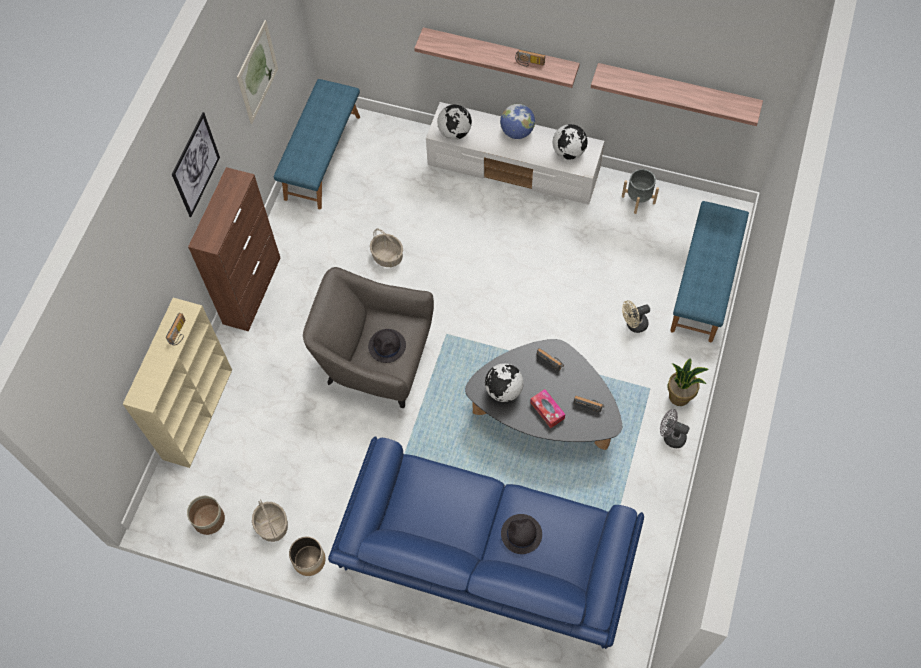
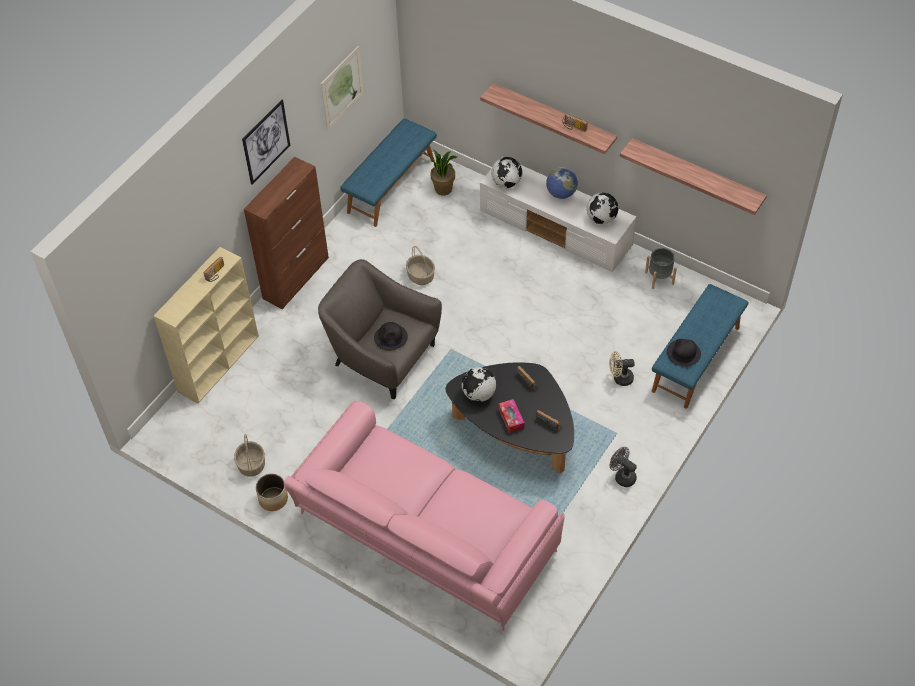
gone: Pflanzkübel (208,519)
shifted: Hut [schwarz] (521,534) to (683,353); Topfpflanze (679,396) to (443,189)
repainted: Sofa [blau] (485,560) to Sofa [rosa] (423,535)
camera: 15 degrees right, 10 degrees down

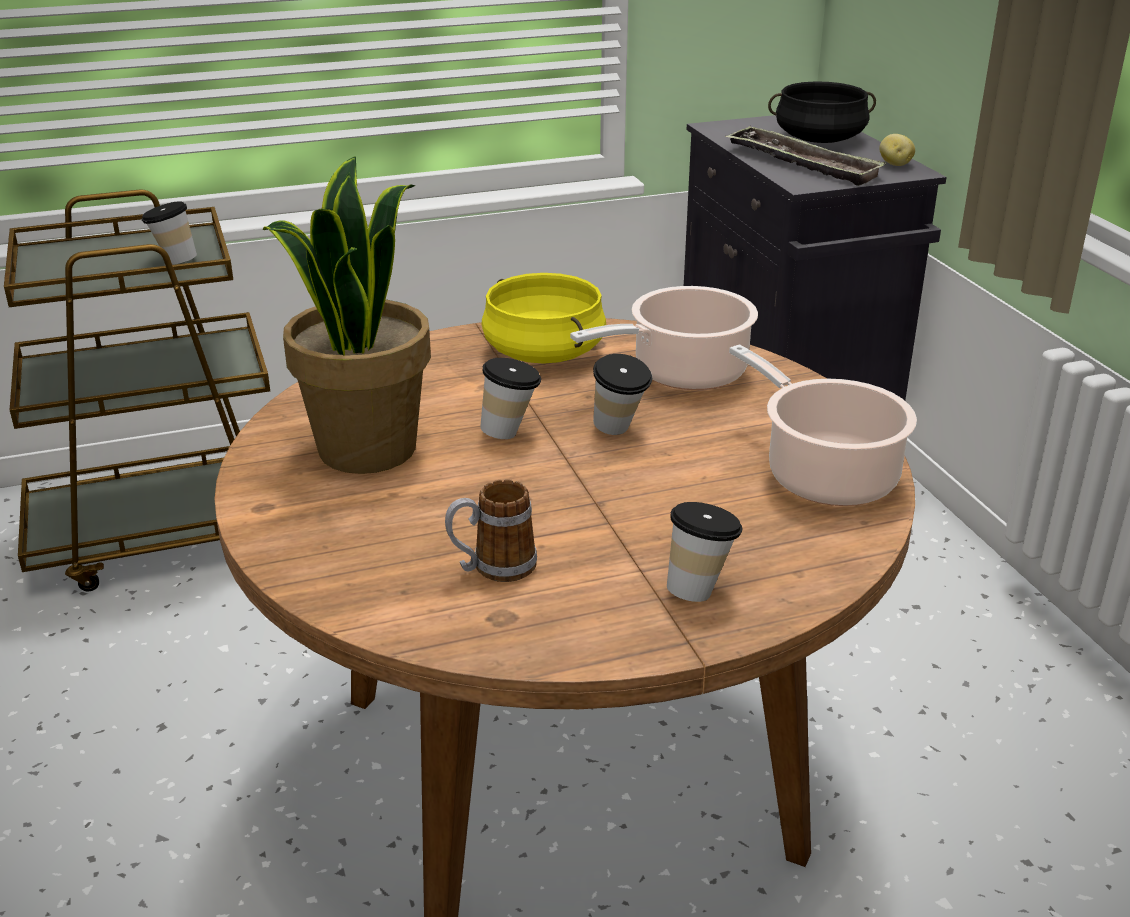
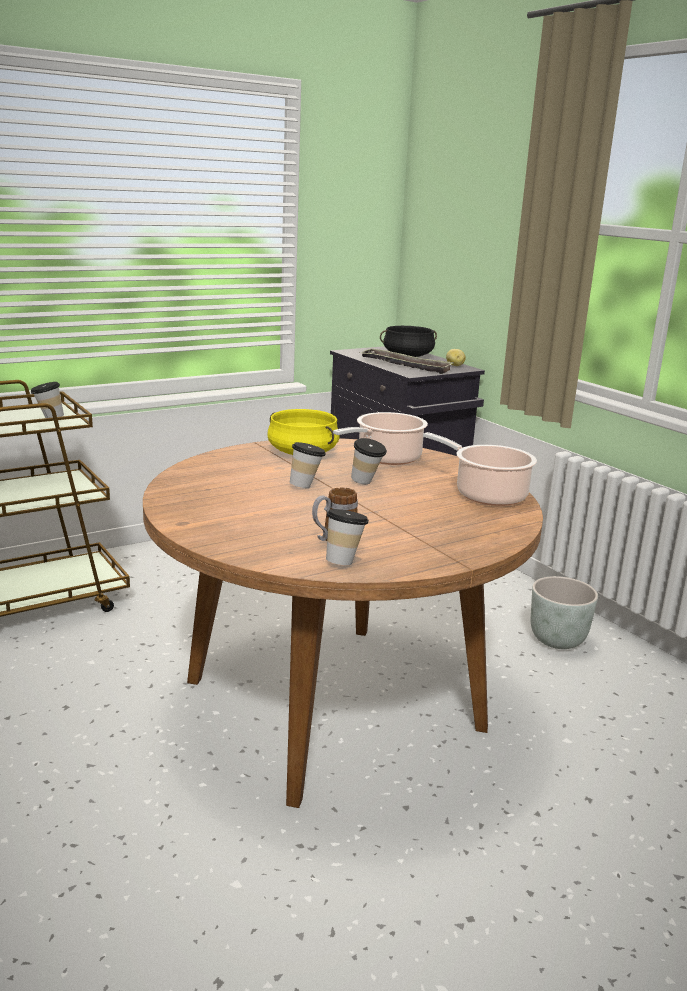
gone: Topfpflanze (365,448)
new: Pflanzkübel [grau] (558,641)
shifted: Tasse (699,589) to (344,561)
camera: 15 degrees left, 10 degrees down

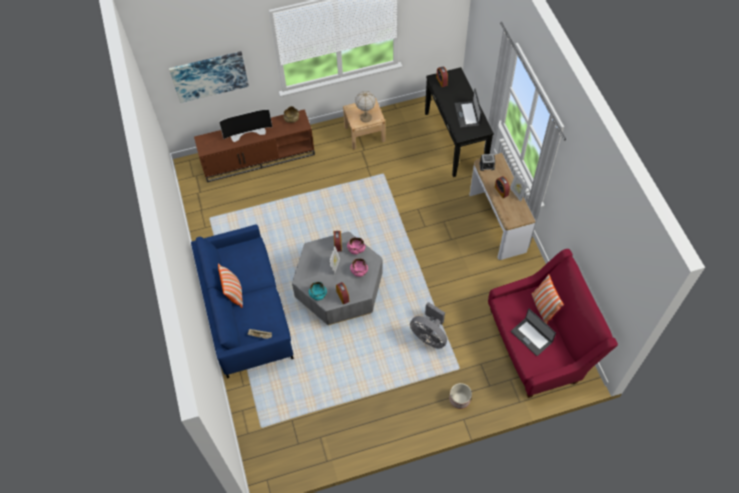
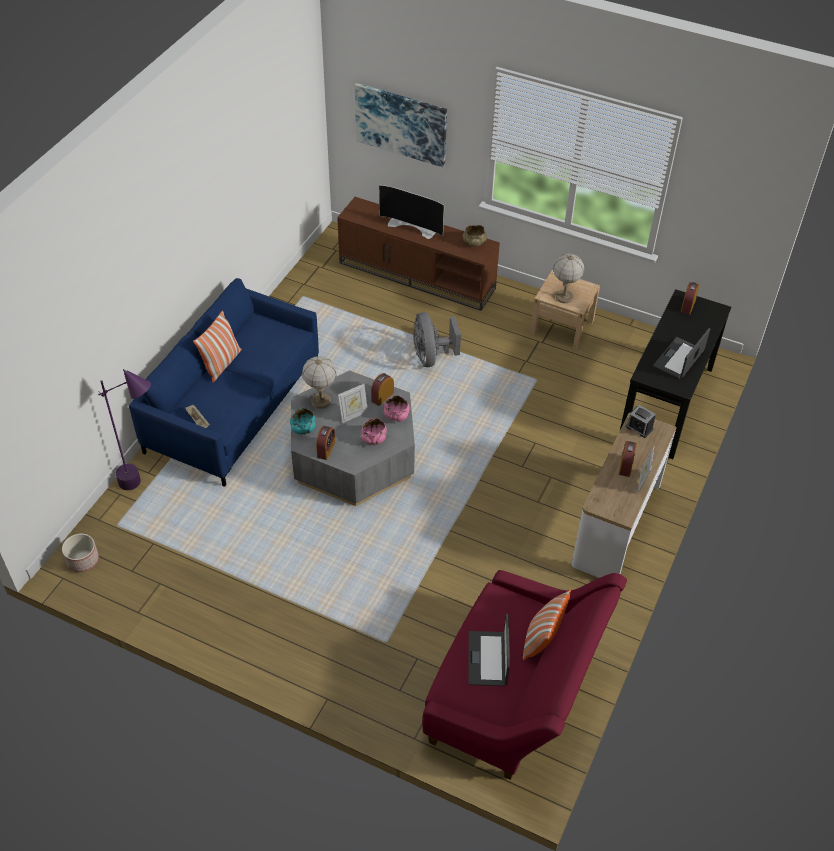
new: Stehlampe [lila] (146,486); Tischlampe (321,401)
shifted: Ventilator [grau] (429,336) to (431,356); Pflanzkübel (459,399) to (82,560)
camera: 40 degrees right, 10 degrees down

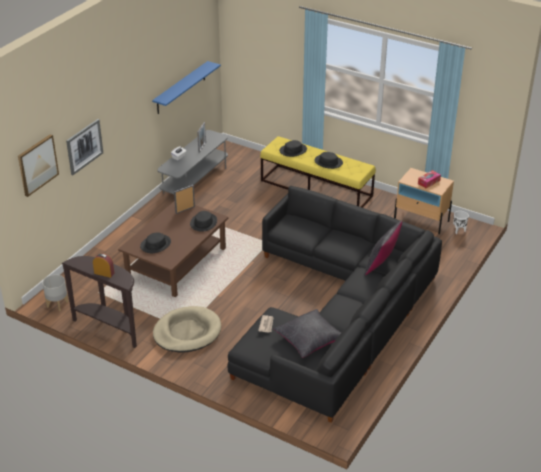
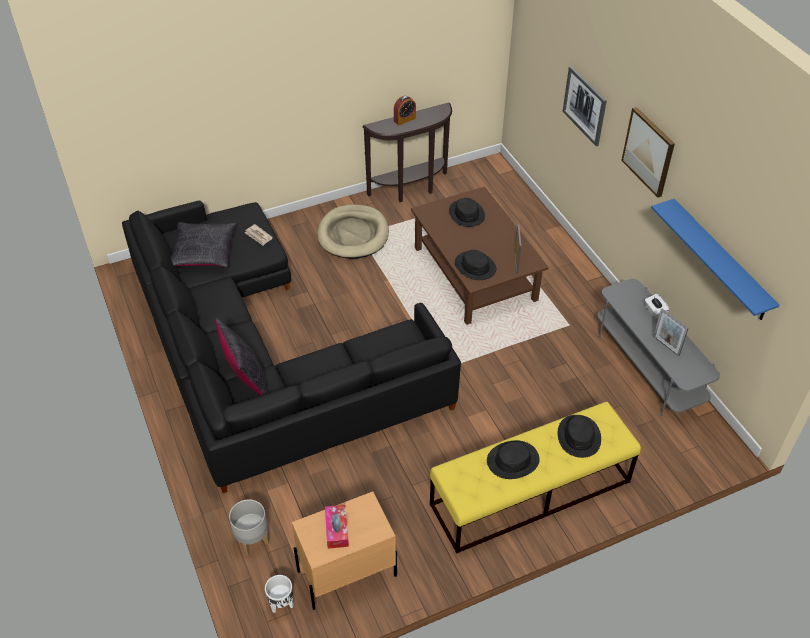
shifted: Bild (37,164) to (649,151); Pflanzkübel [grau] (57,304) to (252,539)
camera: 125 degrees right, 10 degrees up

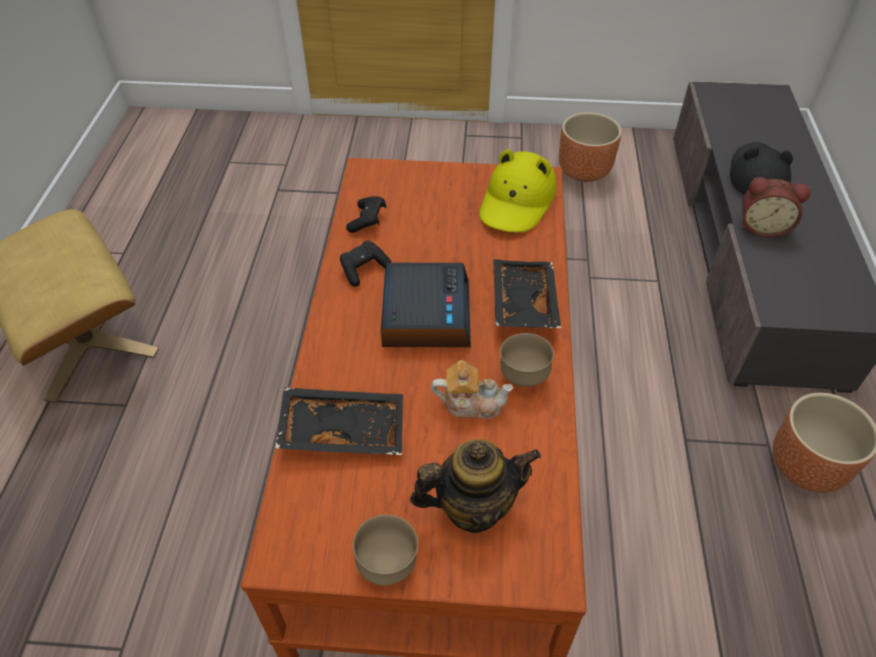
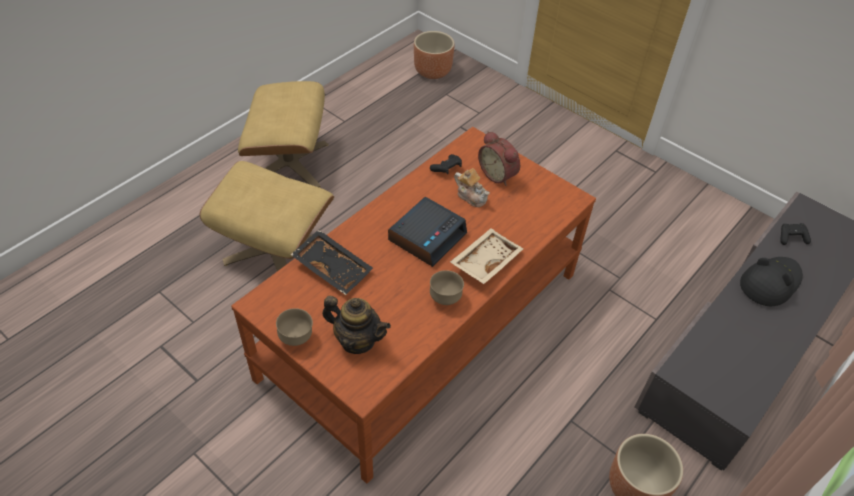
gone: Hut [gelb] (517,202)
new: Polsterhocker [beige] (276,249)
shifted: Gamepad [schwarz] (364,269) to (791,238); Teekanne (471,403) to (471,196); Pflanzkübel [braun] (583,171) to (432,72); Wecker (762,226) to (498,174)
repainted: Tablett [schwarz] (521,303) to Tablett [beige] (485,261)
camera: 35 degrees right, 0 degrees up

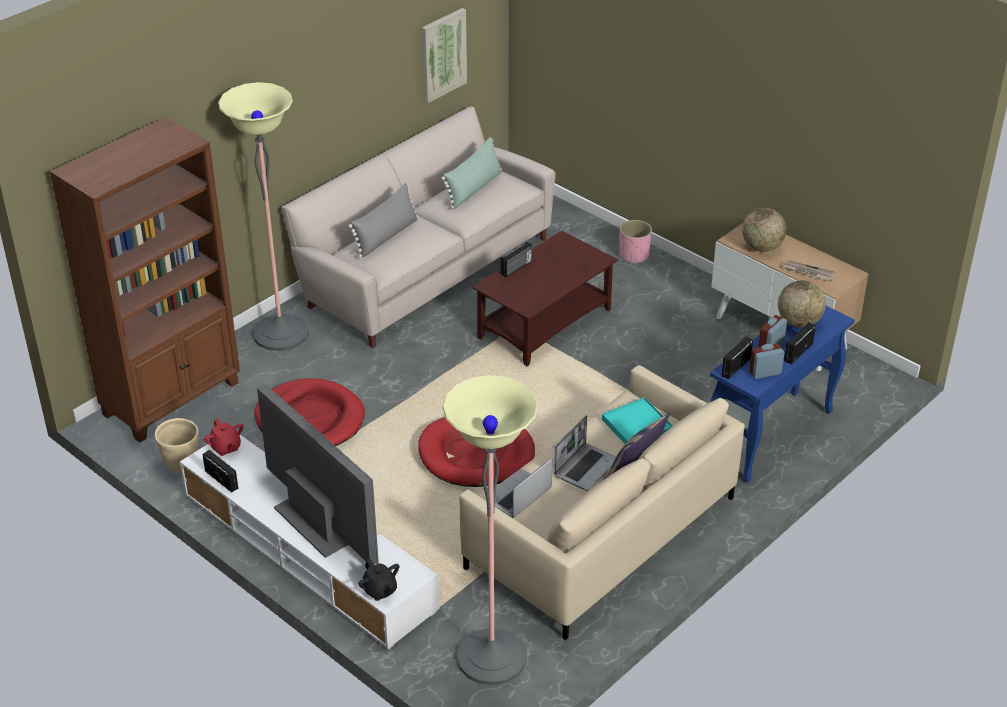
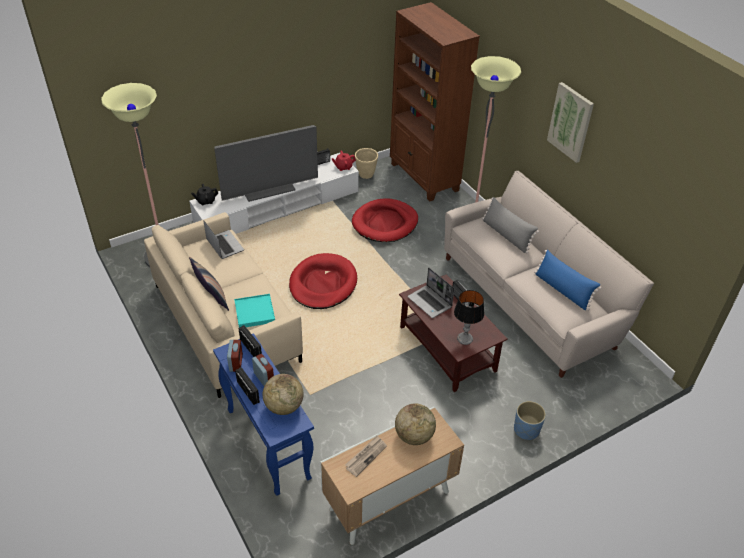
new: Tischlampe (465,339)
shifted: Bild (443,55) to (570,122); Laptop (585,467) to (430,302)
repainted: Kissen [grün] (474,188) to Kissen [blau] (562,290); Pflanzkübel [rosa] (634,255) to Pflanzkübel [blau] (526,430)
camera: 105 degrees right, 5 degrees up

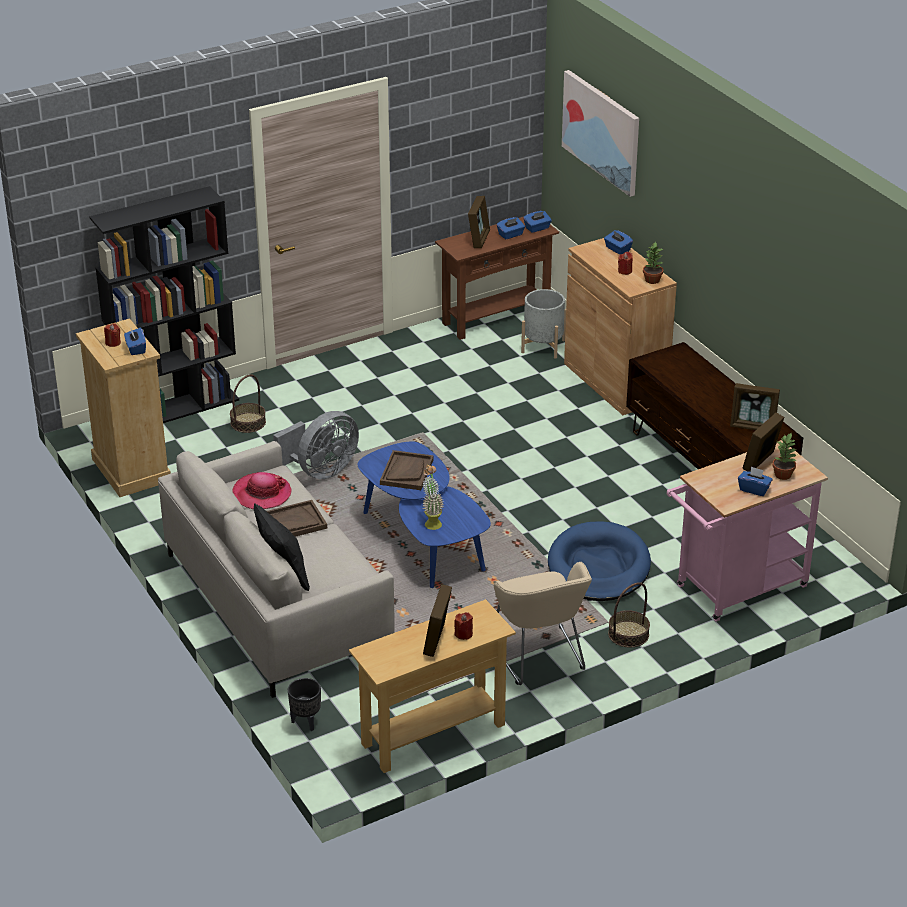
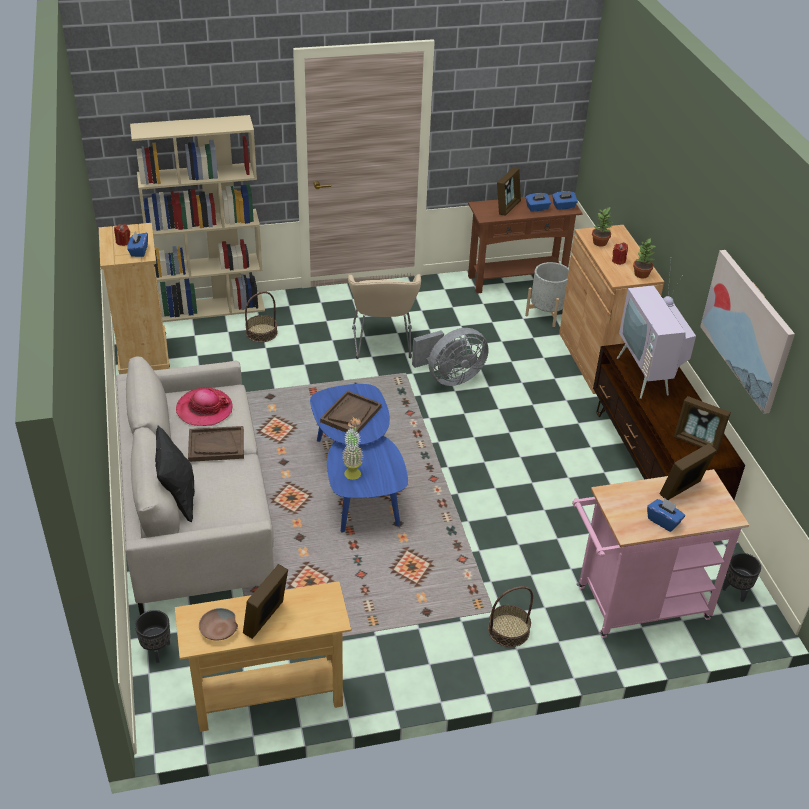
gone: Kerze [rot] (463,634); Hundebett [blau] (598,567); Taschentuchbox [blau] (617,249)
new: Schüssel [braun] (219,630); Fernseher (648,375); Pflanzkübel [schwarz] (736,591)
shifted: Ventilator [grau] (321,471) to (450,378); Sessel [beige] (540,658) to (382,345); Bild (602,131) to (747,329); Topfpflanze (783,475) to (600,243)
repainted: Bücherregal [schwarz] (177,408) to Bücherregal [beige] (210,308)
camera: 15 degrees right, 5 degrees up

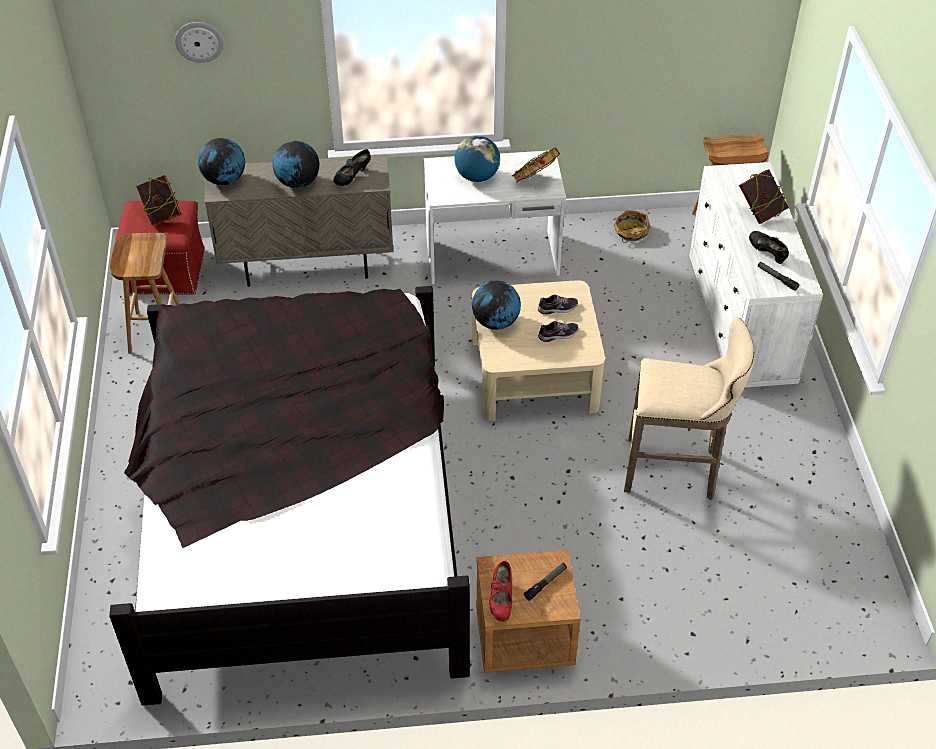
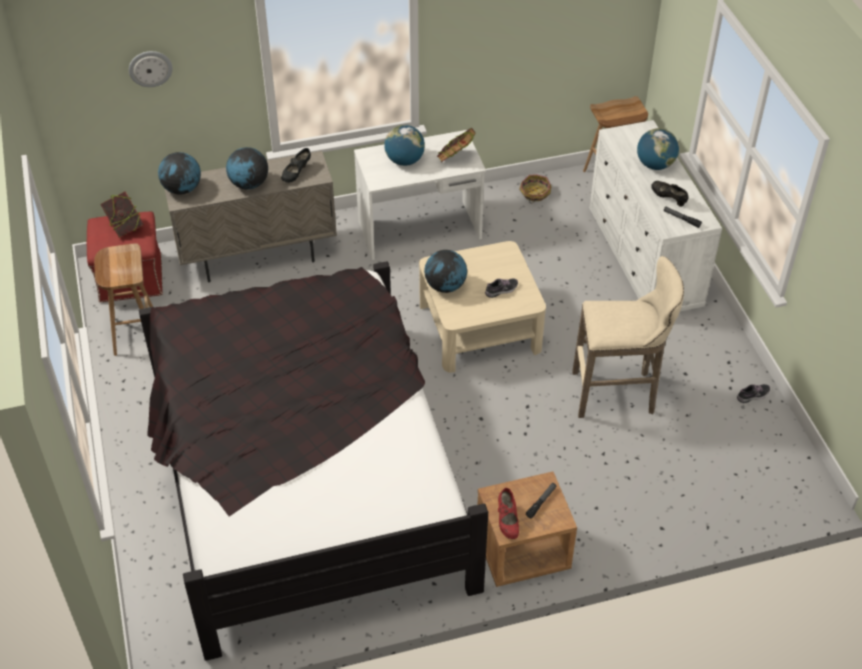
shifted: Schuh (557,308) to (753,395)
swapped: Buch (760,213) to Globus (655,165)
camera: 10 degrees left, 0 degrees up

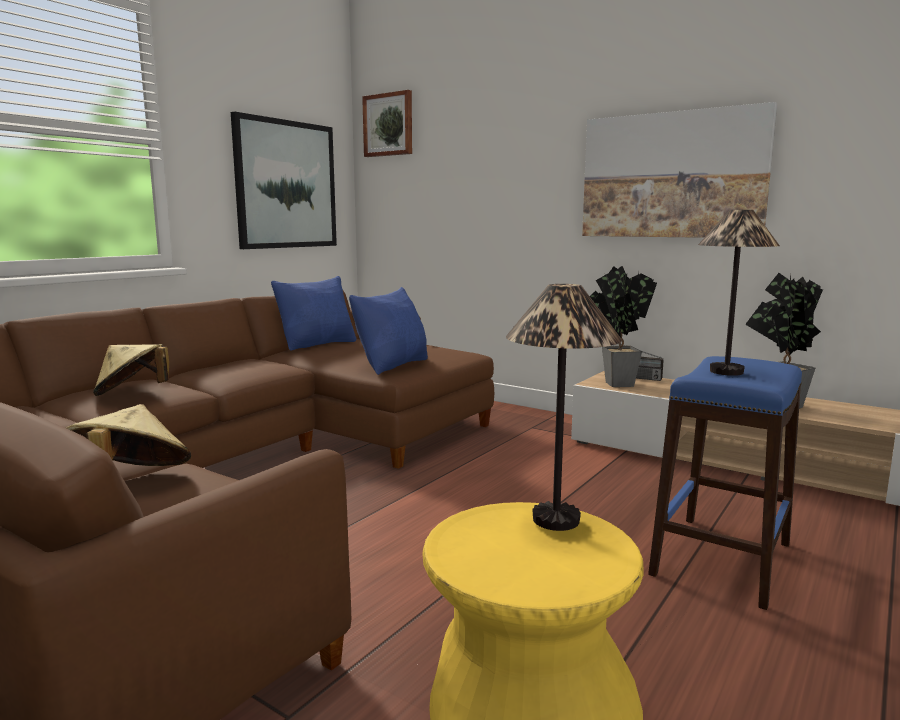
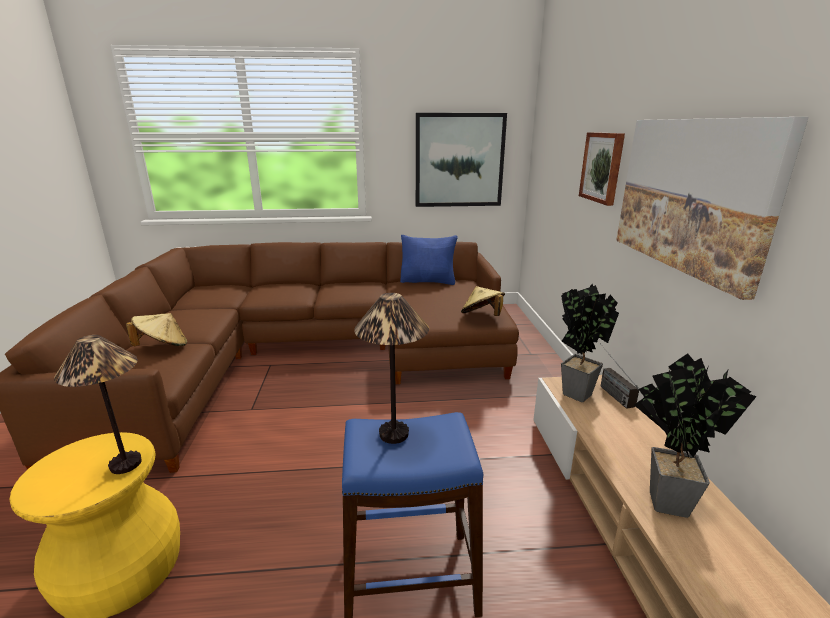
gone: Kissen [blau] (393,365)
shifted: Hut [beige] (132,393) to (482,316); Bild (388,125) to (602,167)
camera: 50 degrees right, 10 degrees up

